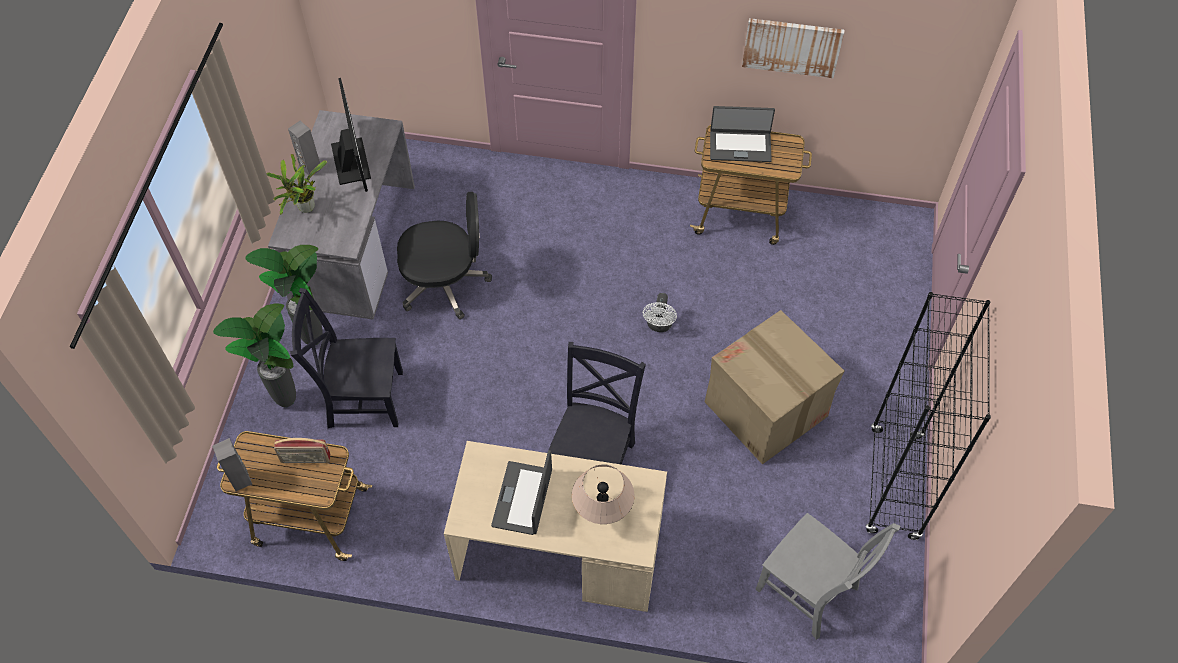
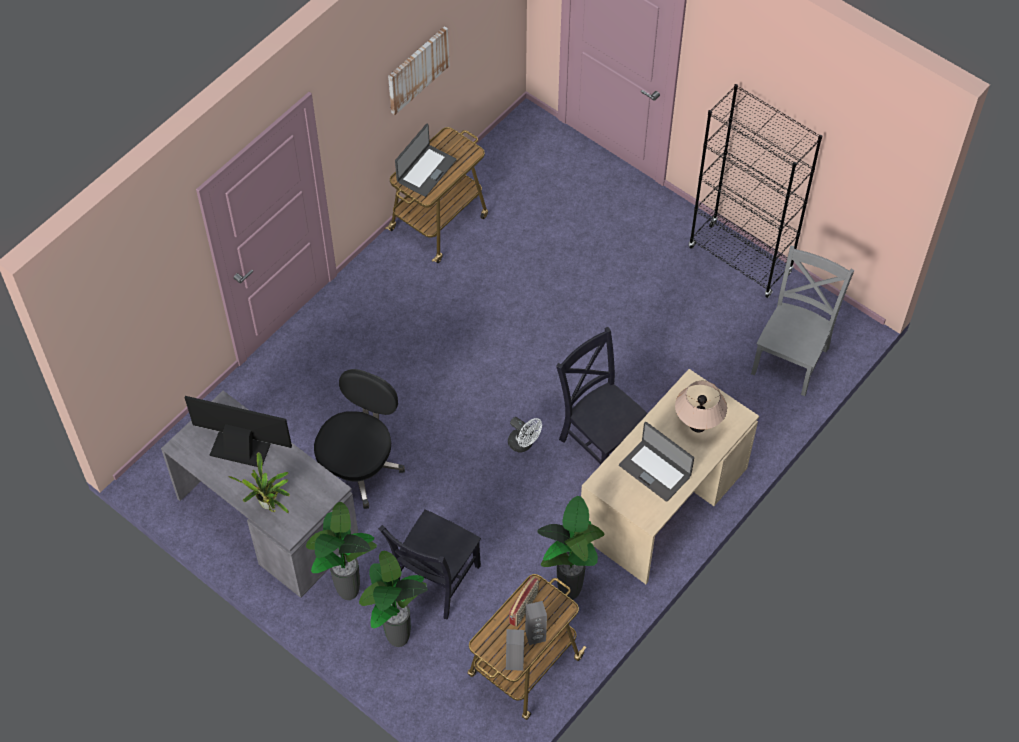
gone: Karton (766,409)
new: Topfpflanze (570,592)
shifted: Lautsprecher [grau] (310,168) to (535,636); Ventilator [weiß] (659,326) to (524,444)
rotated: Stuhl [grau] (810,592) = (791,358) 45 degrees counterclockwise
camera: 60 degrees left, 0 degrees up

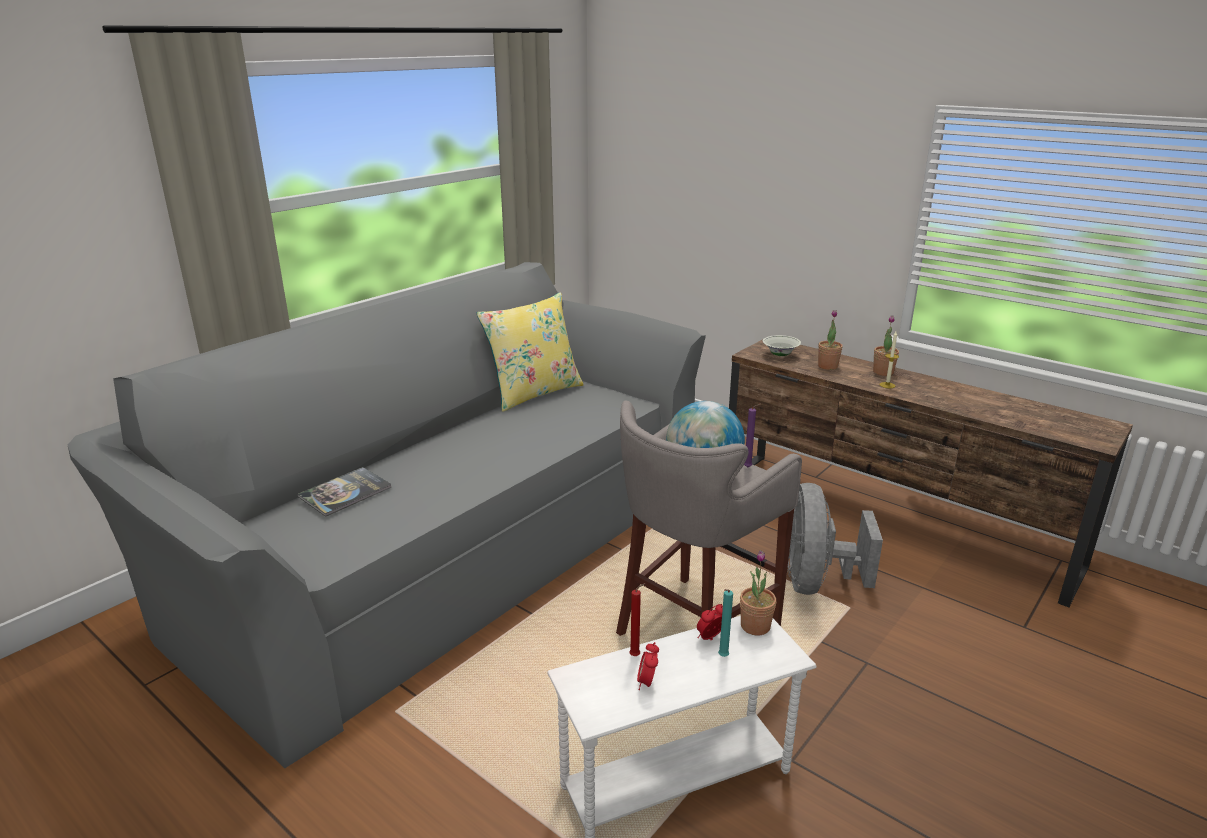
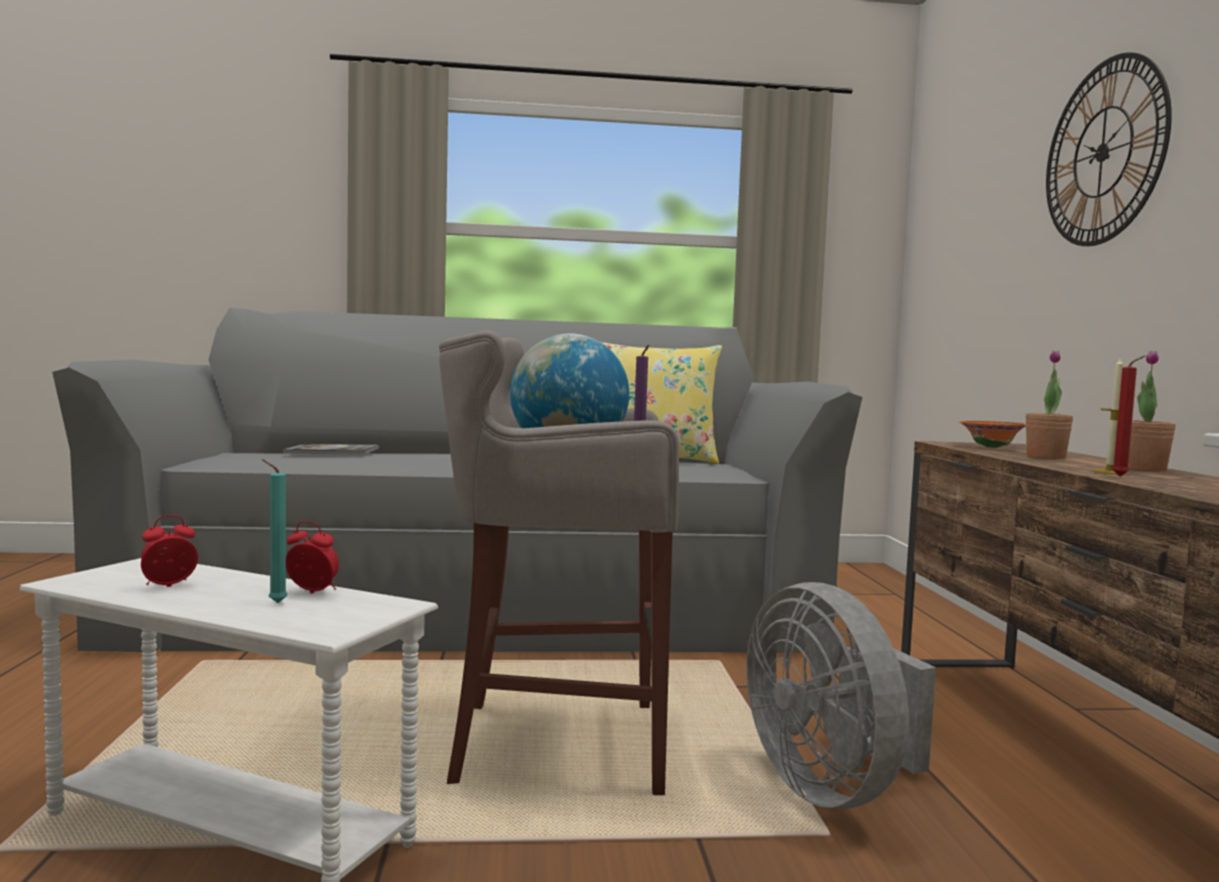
gone: Topfpflanze (755,626)
new: Wanduhr (1103,152)
shifted: Kerze [rot] (636,656) to (1122,476)
repainted: Schüssel [weiß] (780,355) to Schüssel [orange] (992,447)
rotated: Ventilator [grau] (815,582) = (831,787) 75 degrees counterclockwise
camera: 45 degrees right, 20 degrees down

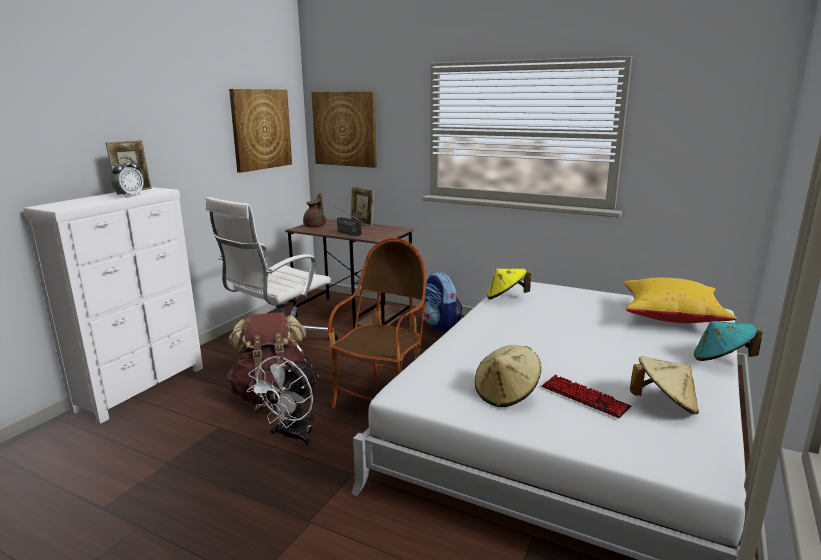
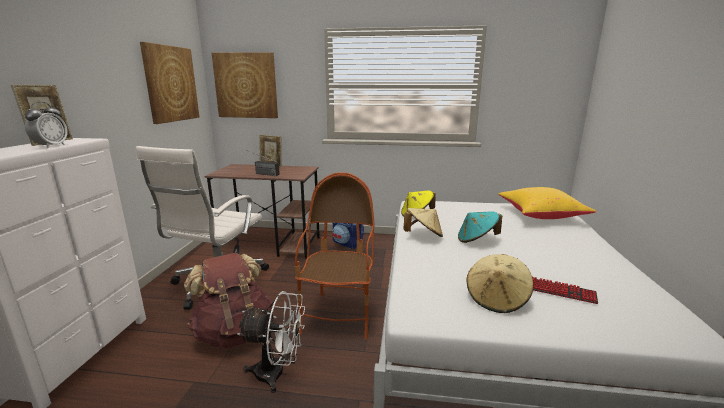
gone: Teekanne [braun] (315,226)
shifted: Hut [beige] (664,405) to (423,235); Hut [türkis] (721,360) to (476,240)
rotated: Ventilator [weiß] (292,436) = (277,374) 90 degrees counterclockwise
camera: 20 degrees left, 0 degrees up

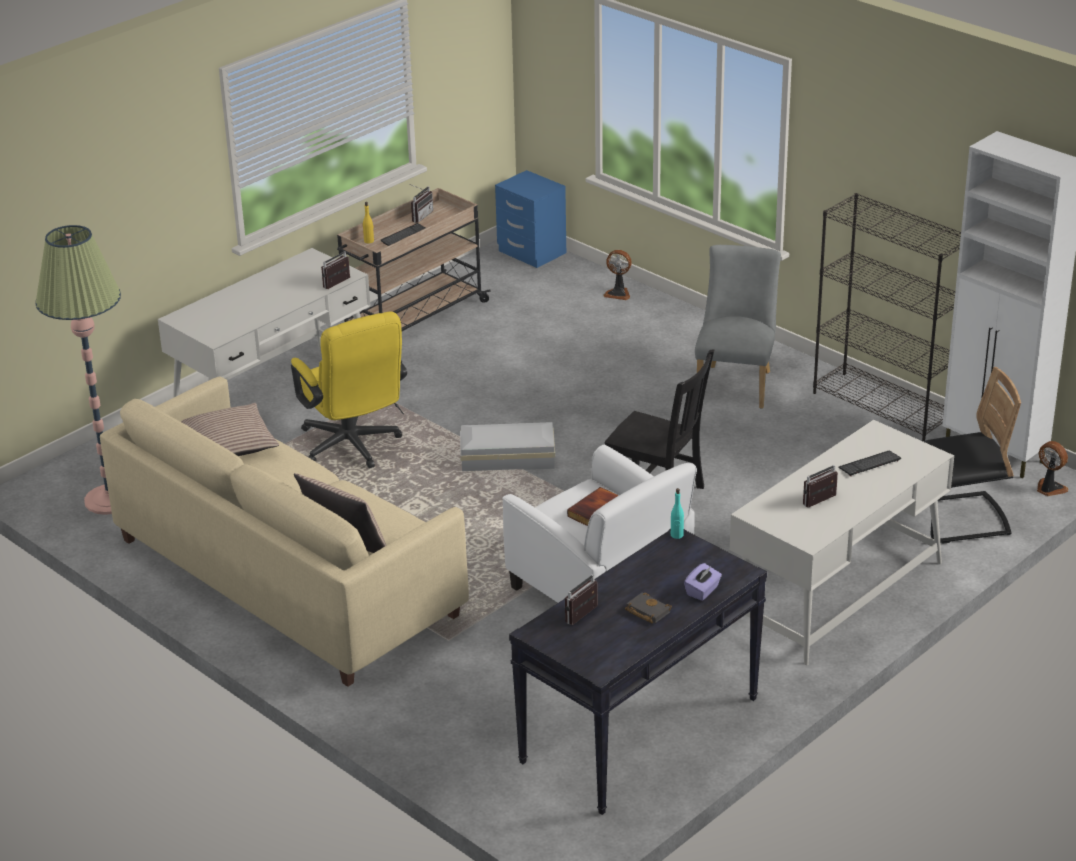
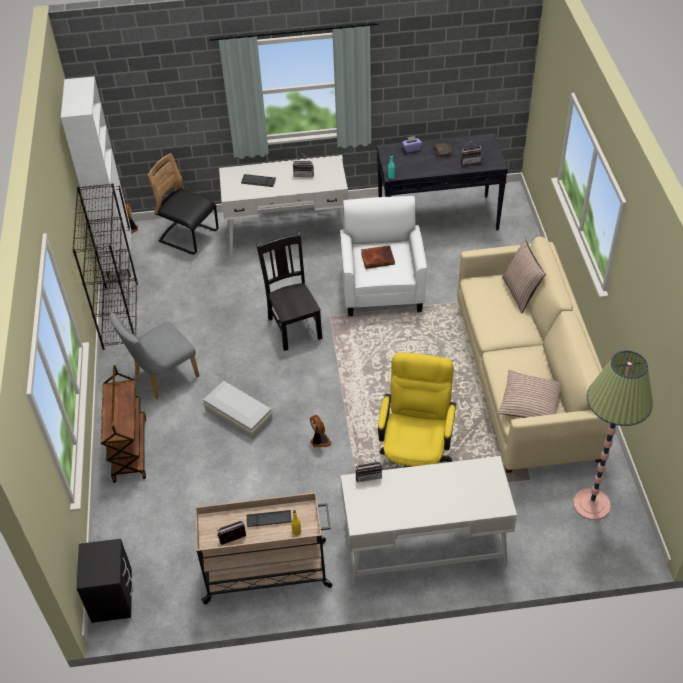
new: Rollwagen [braun] (129,449)
shifted: Aufbewahrungsbox [weiß] (506,457) to (239,416); Ventilator (618,293) to (319,441)
repainted: Nachttisch [blau] (532,252) to Nachttisch [schwarz] (112,598)
camera: 140 degrees left, 15 degrees up

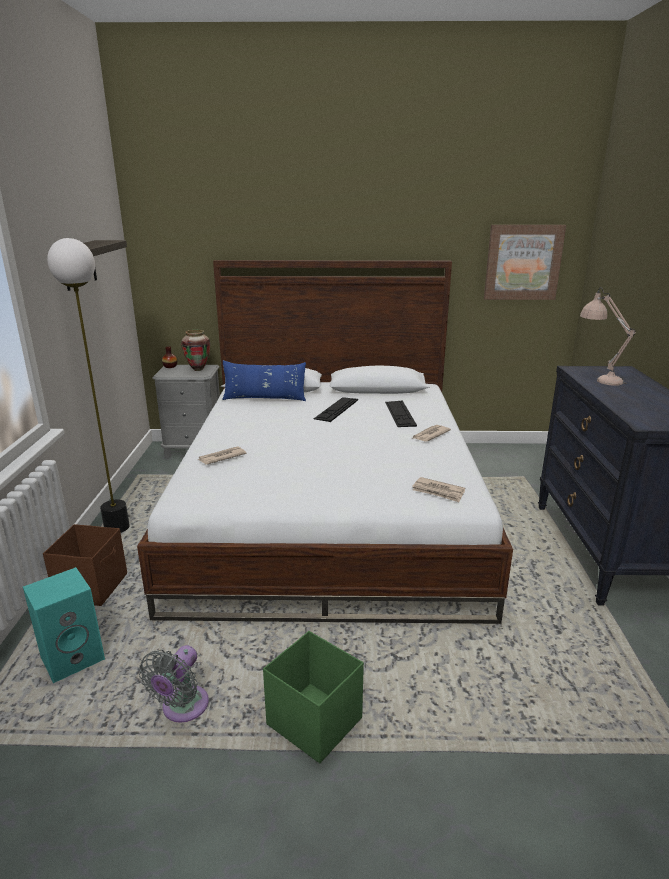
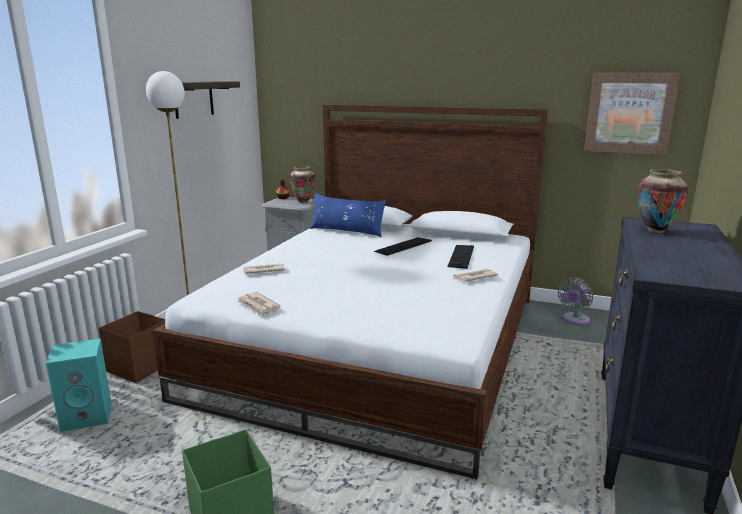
shifted: Ventilator [grau] (182,708) to (574,320); Zeitung (438,492) to (258,306)
swapped: Tischlampe [beige] (597,378) to Vase (655,231)
camera: 20 degrees right, 5 degrees down

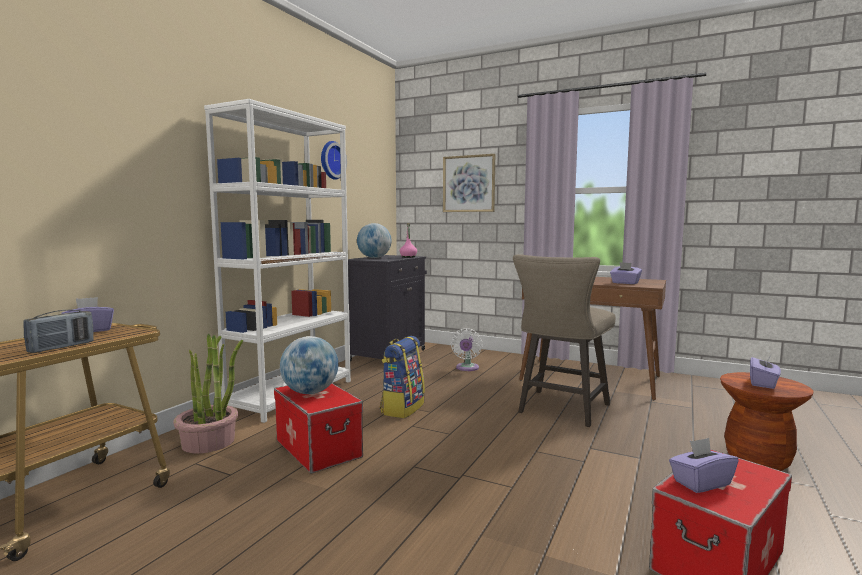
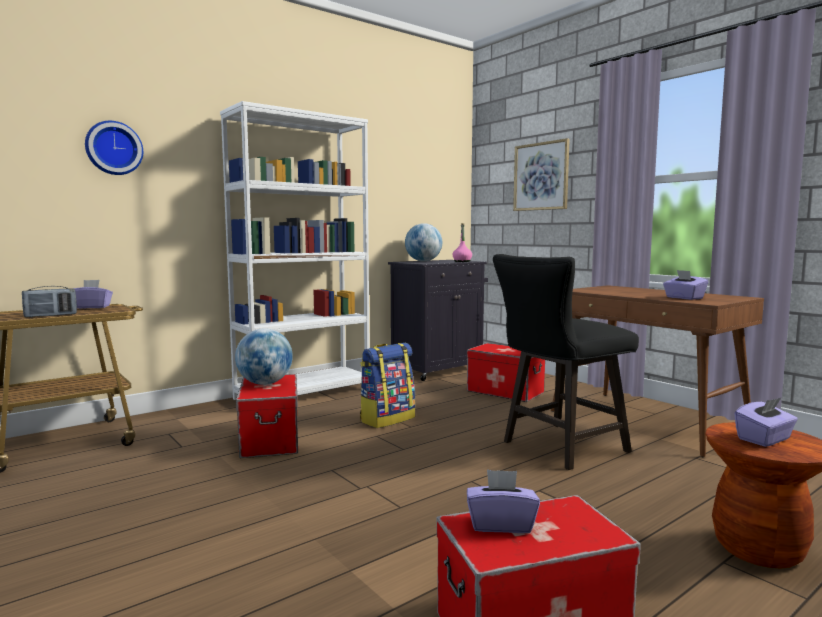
gone: Topfpflanze (209,442)
shifted: Wanduhr (331,160) to (113,148)
swapped: Ventilator [weiß] (467,368) to Aufbewahrungsbox (505,392)
repainted: Hocker [beige] (561,410) to Hocker [schwarz] (558,448)
camera: 25 degrees right, 0 degrees up

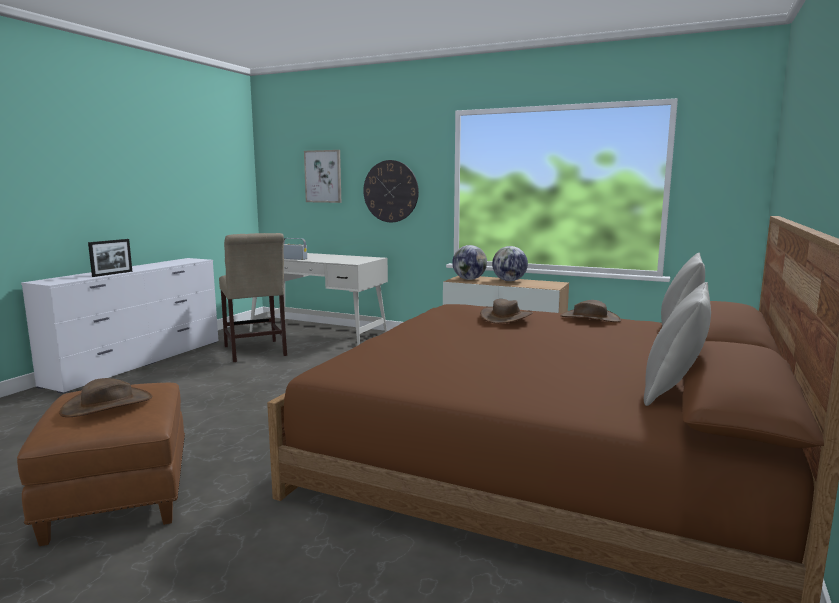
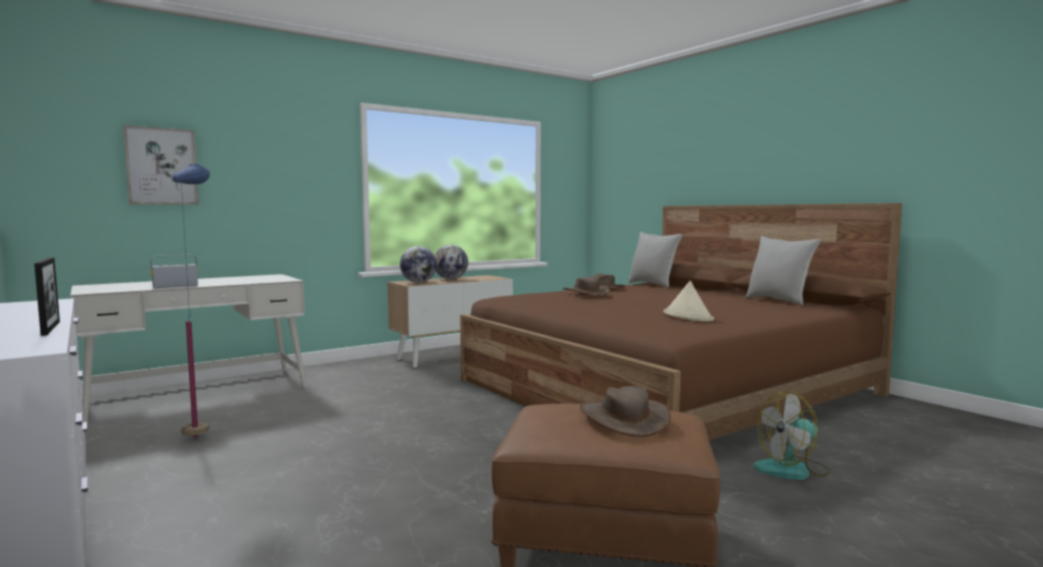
gone: Wanduhr (390,191)
new: Hut [beige] (688,316); Ventilator (792,470)
swapped: Stuhl [beige] (255,352) to Stehlampe [blau] (203,431)
camera: 60 degrees left, 5 degrees down

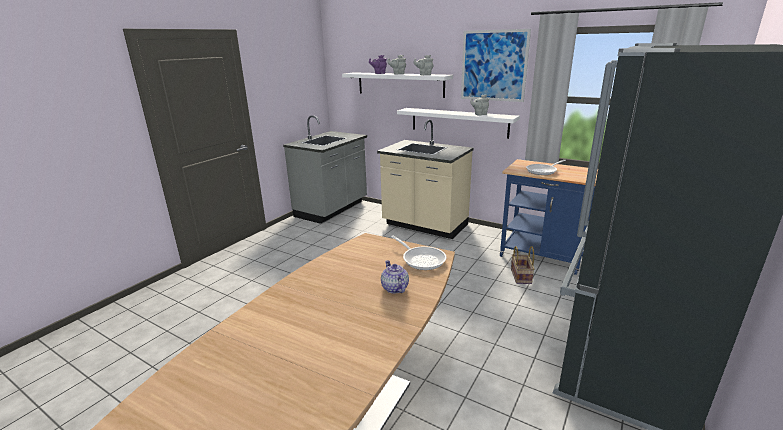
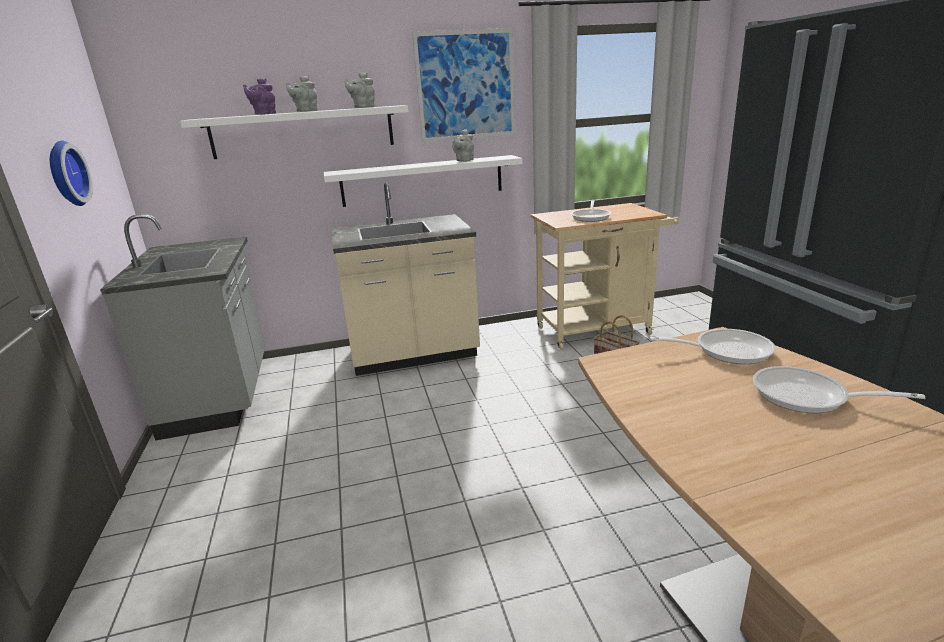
new: Wanduhr (64,174)
swapped: Teekanne (394,288) to Pfanne (808,397)
repainted: Rollwagen [blau] (548,257) to Rollwagen [beige] (599,329)
camera: 45 degrees left, 0 degrees up

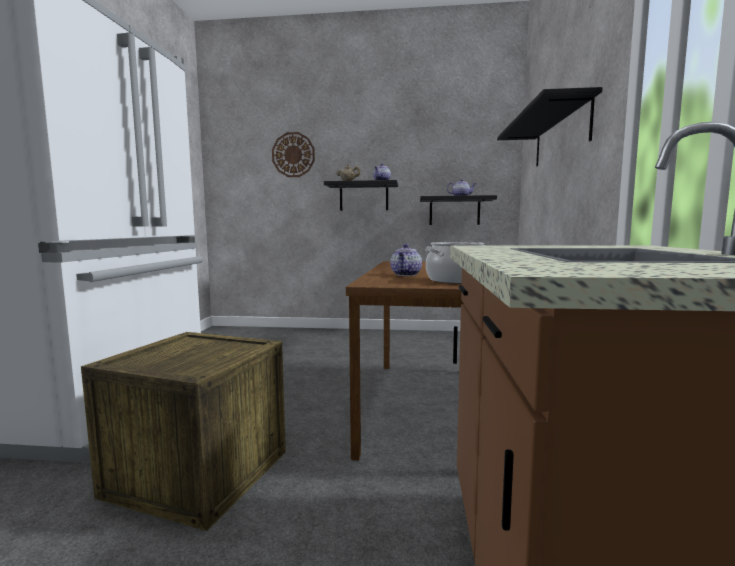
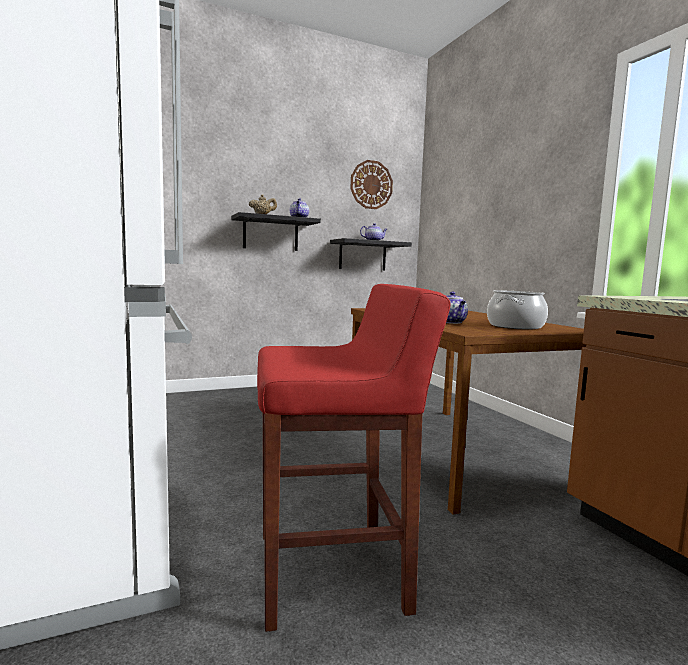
gone: Wandregal [schwarz] (560,136)
shifted: Wanduhr (293,155) to (371,185)
swapped: Kiste (198,473) to Hocker [rot] (333,571)
camera: 30 degrees left, 0 degrees up

